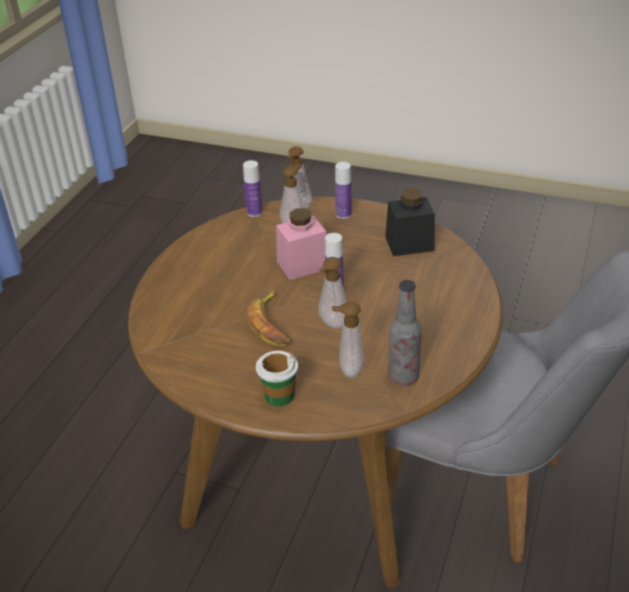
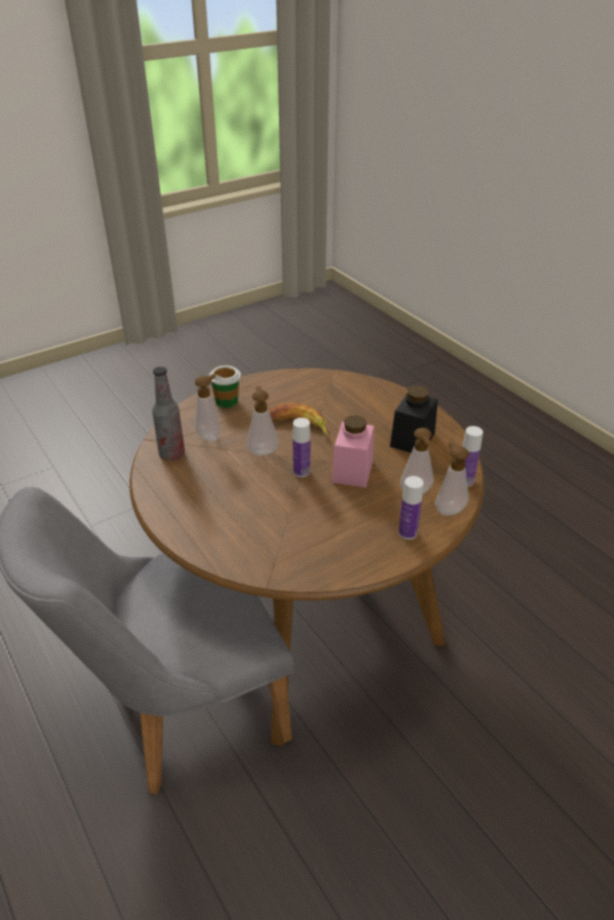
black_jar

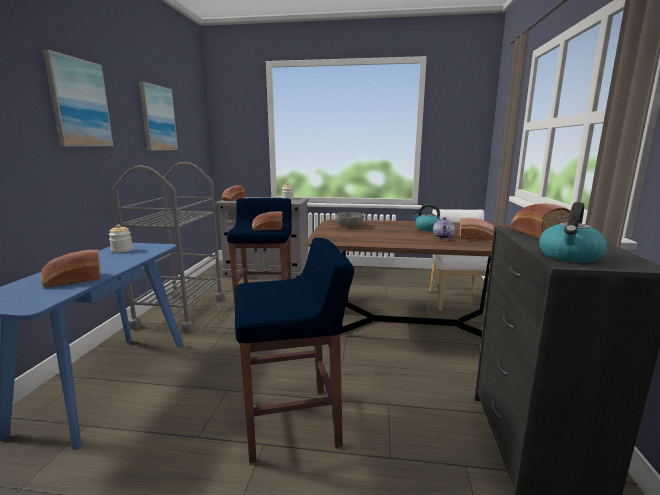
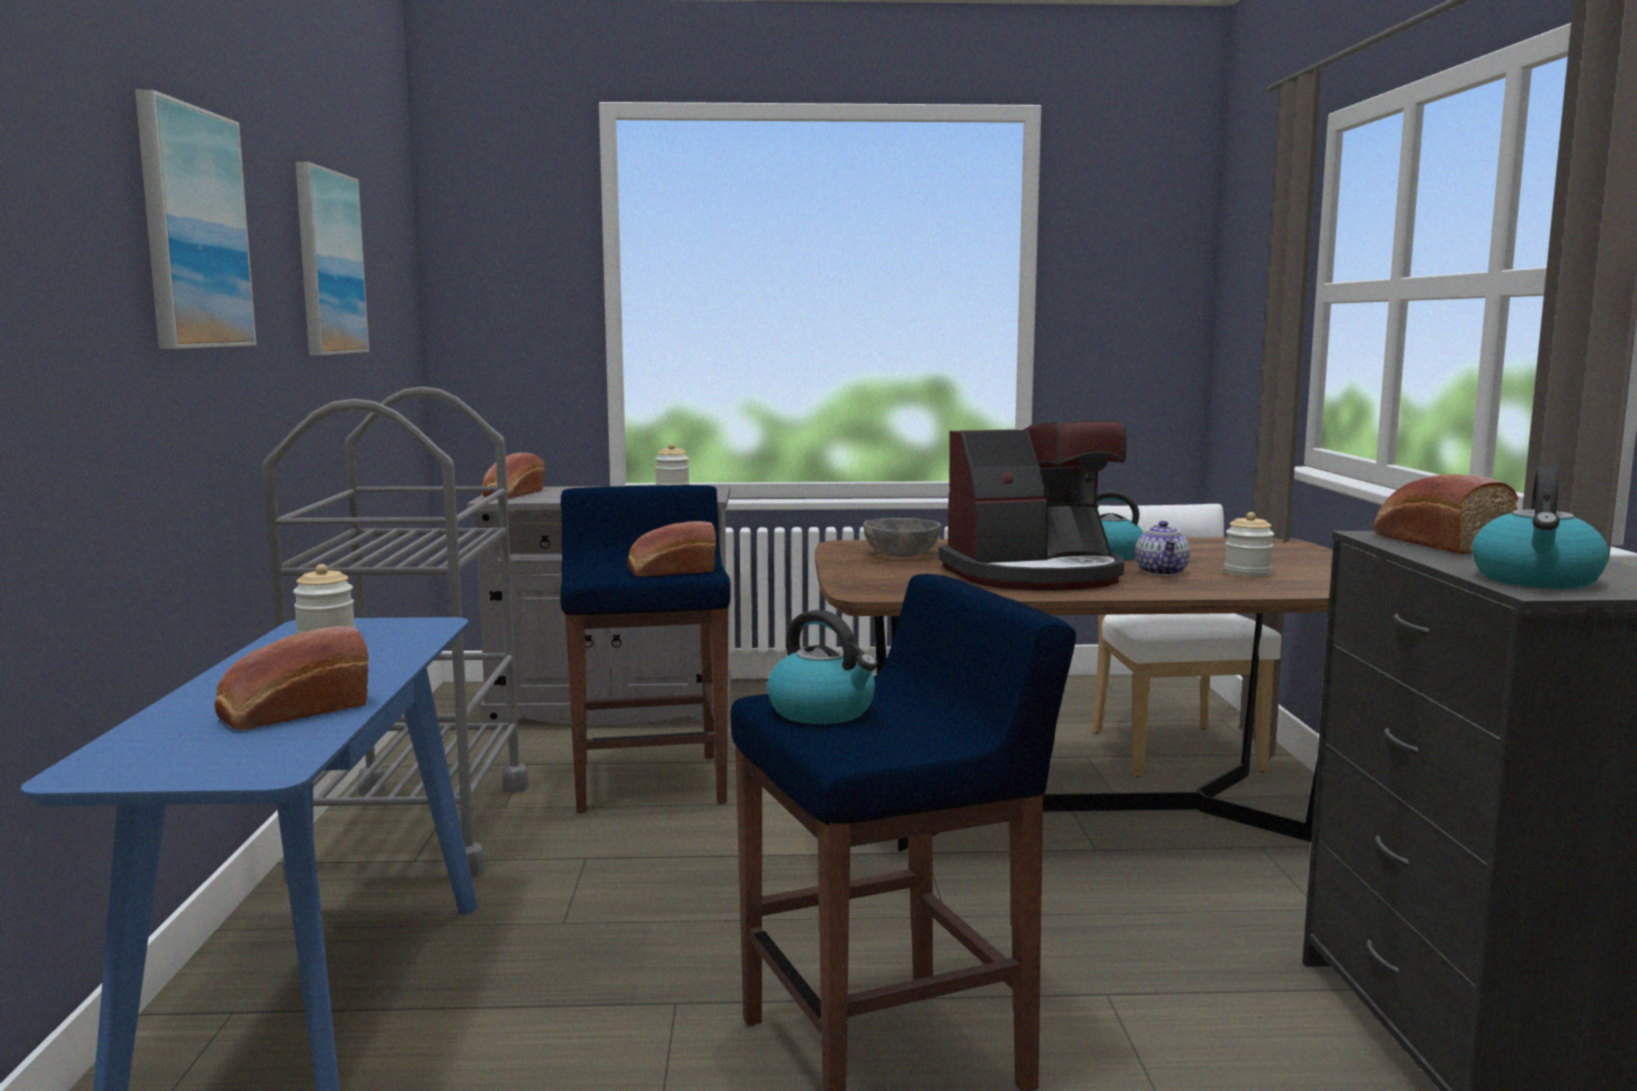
jar (no. 3 from left); coffee_machine; kettle (no. 1 from left)

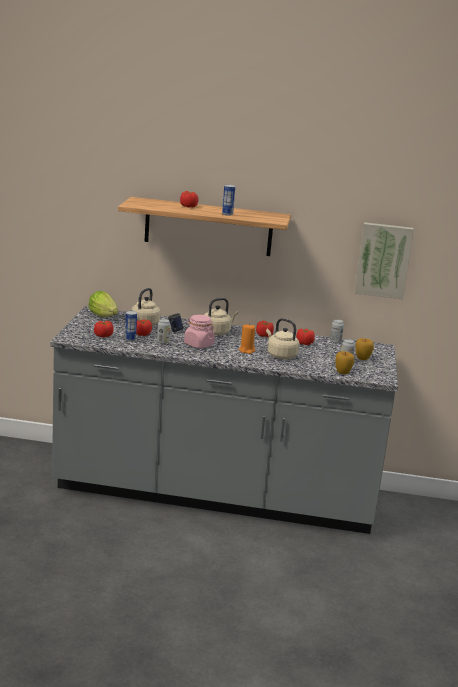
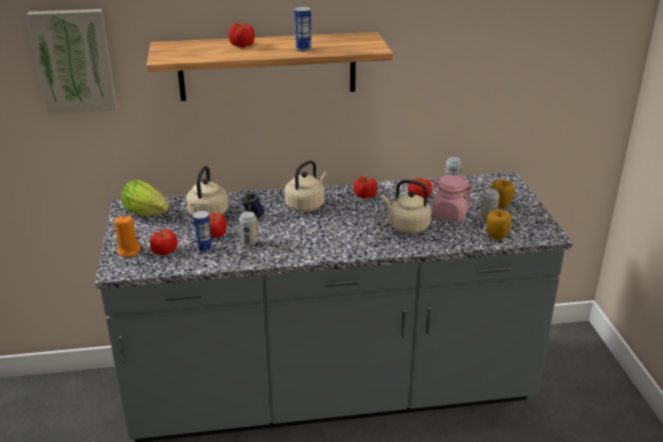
picture; pink_jar; orange_candle

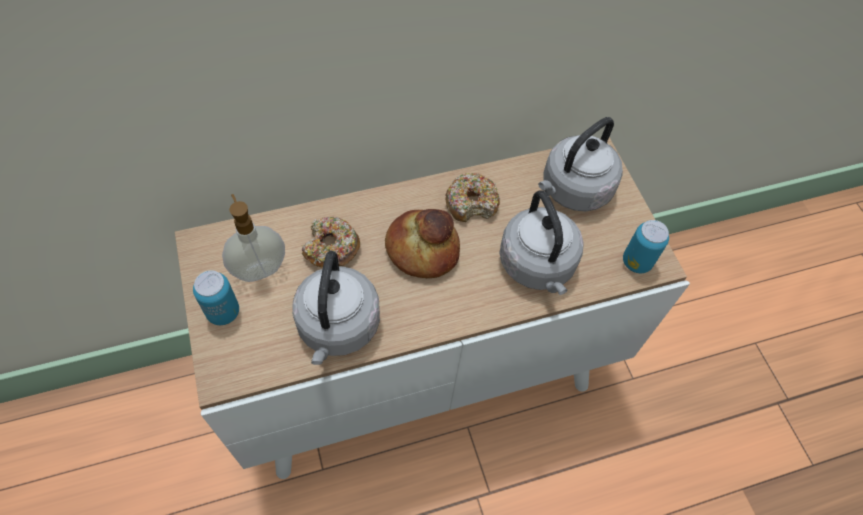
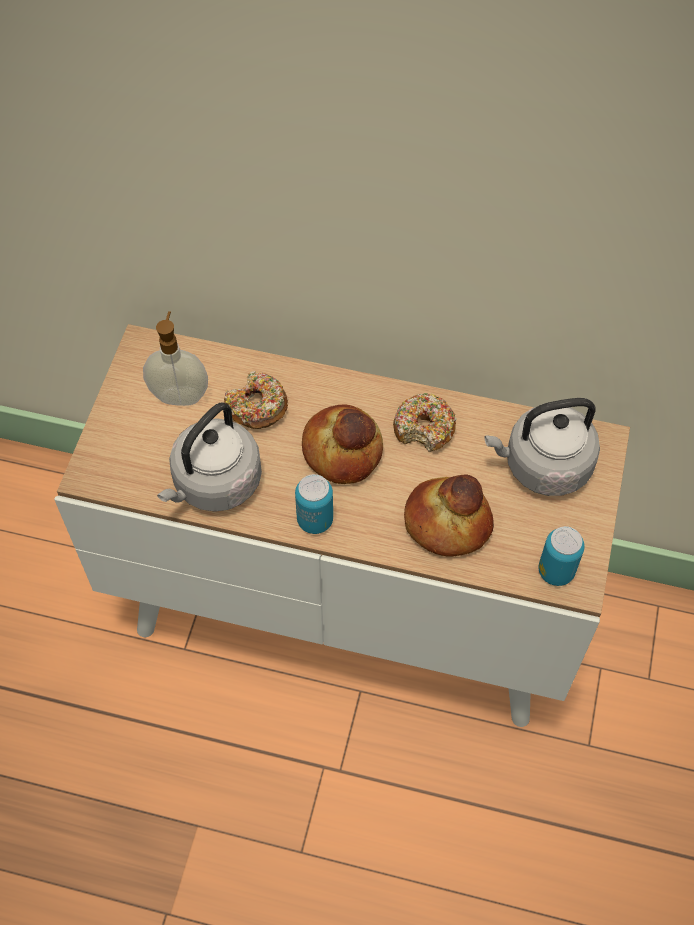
bread (no. 2 from left); can (no. 1 from left)

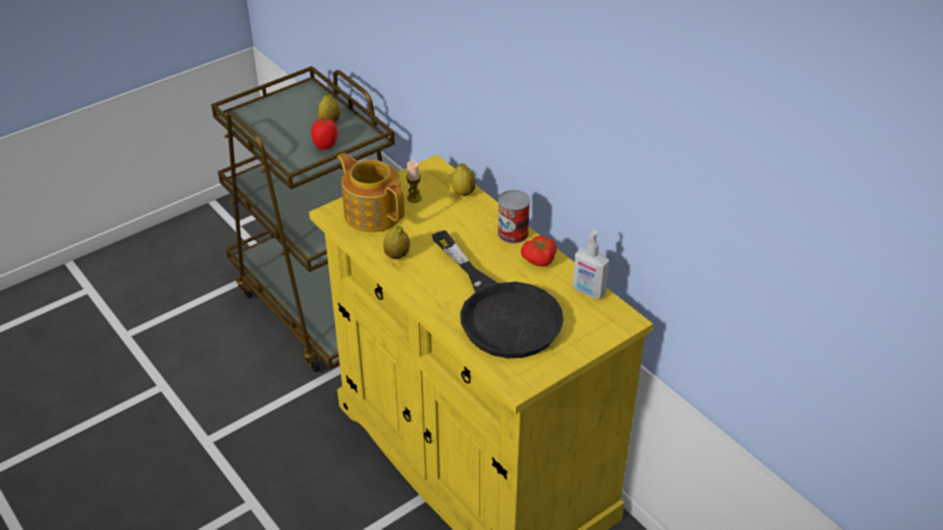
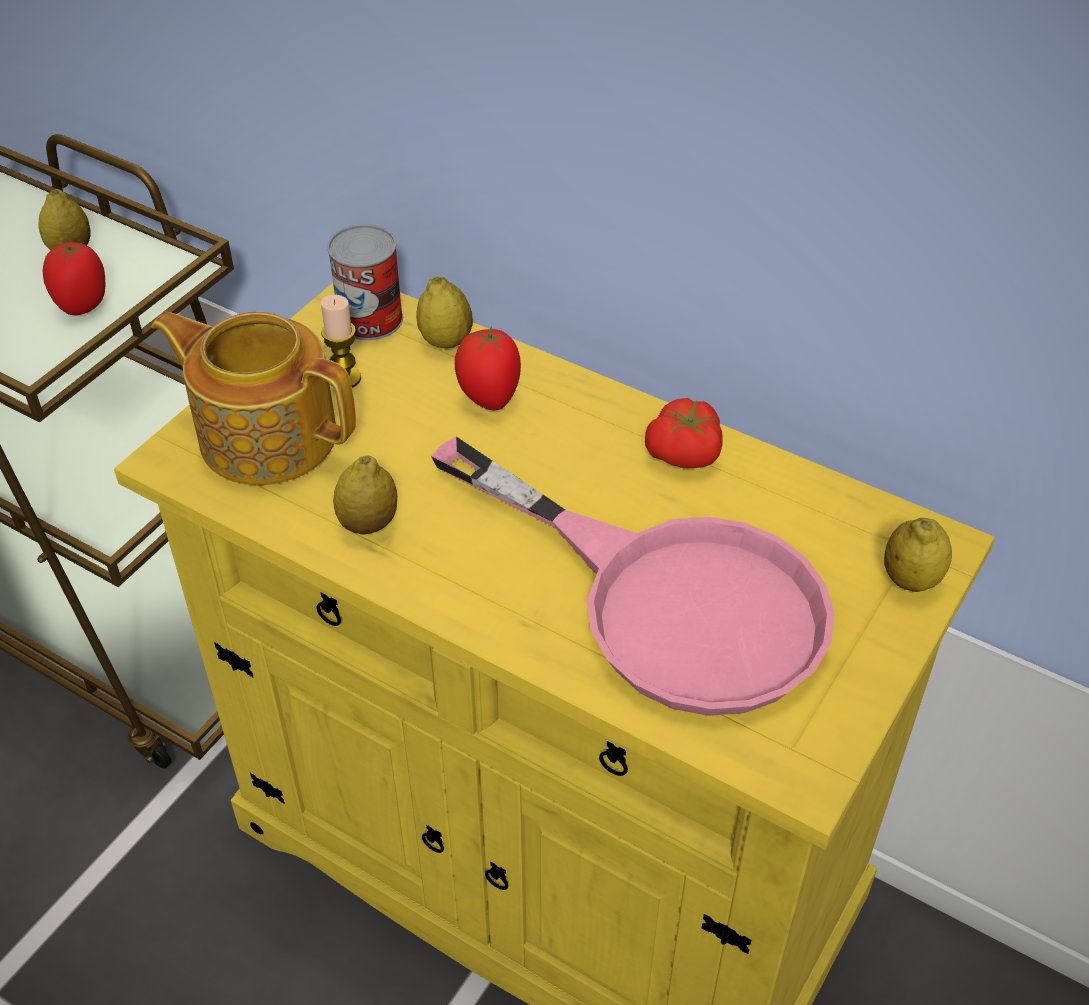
can; pink_frying_pan; soap_dispenser; tomato (no. 2 from left); lemon (no. 4 from left)

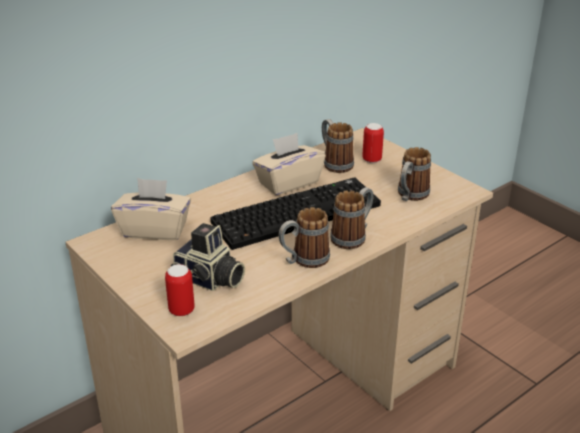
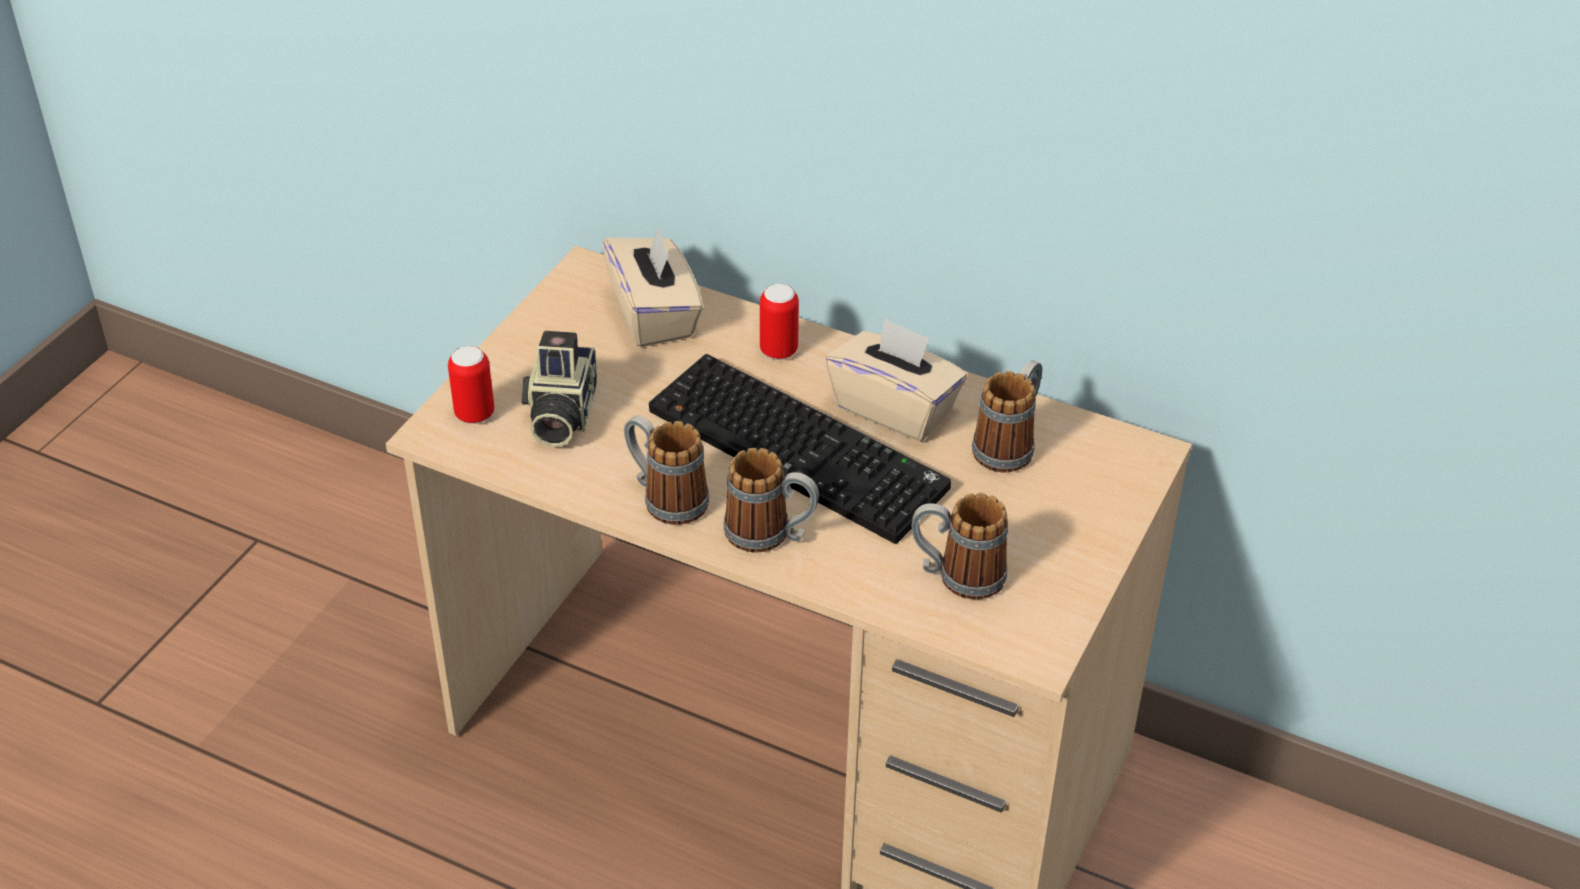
can (no. 2 from left)

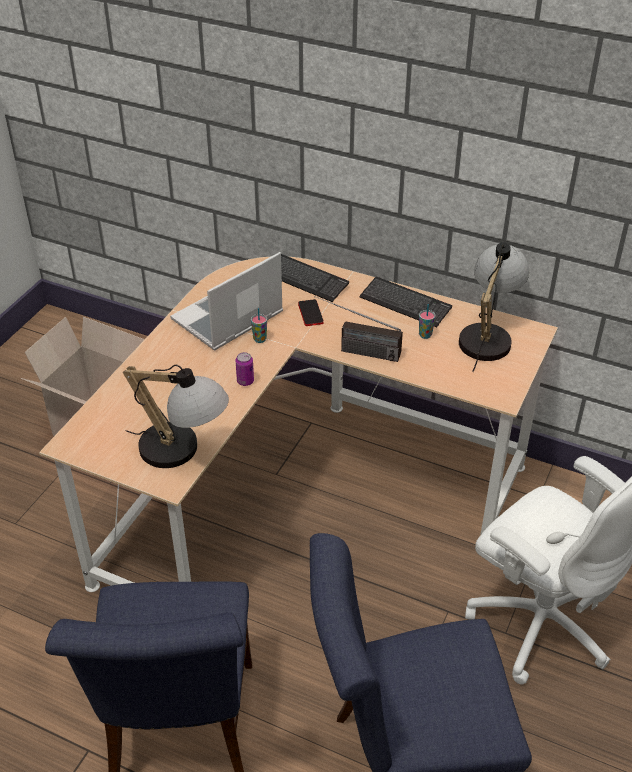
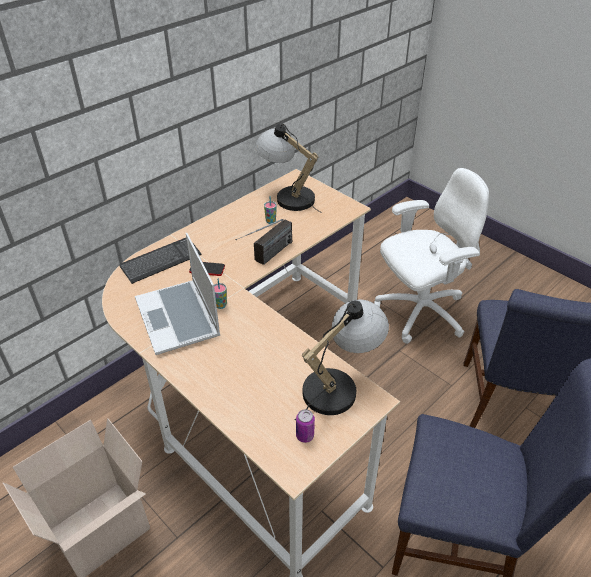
keyboard (no. 2 from left in the first image); can

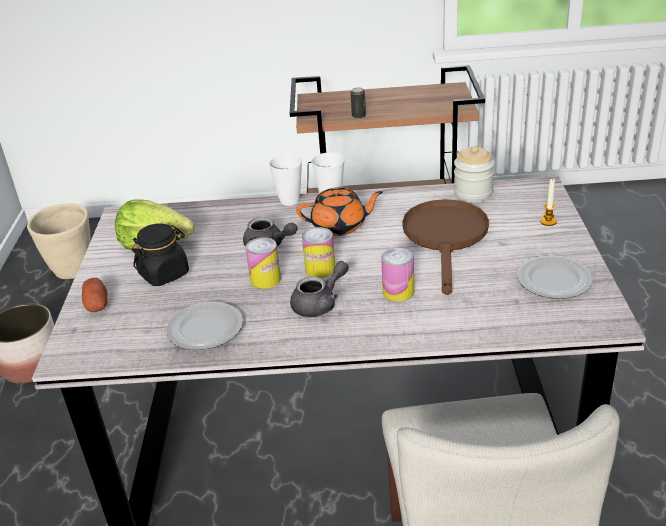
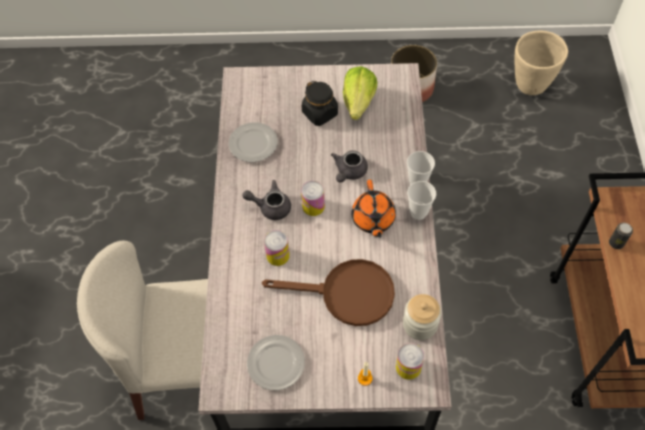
can (no. 3 from left); grey_teapot (no. 1 from left); potato

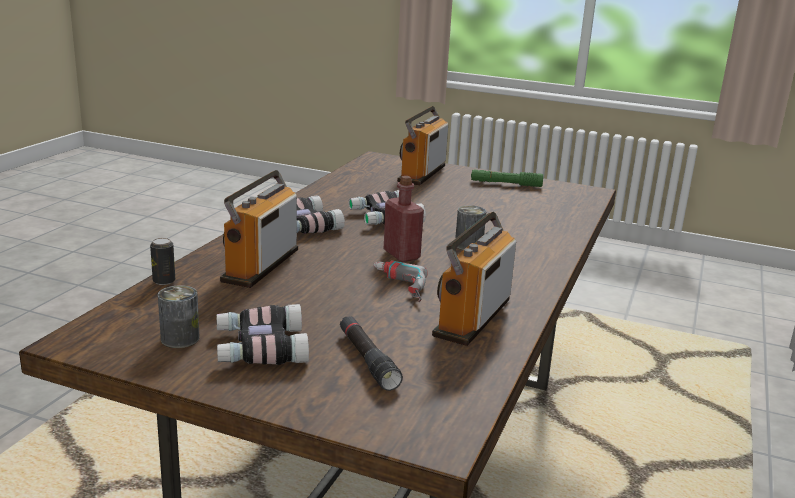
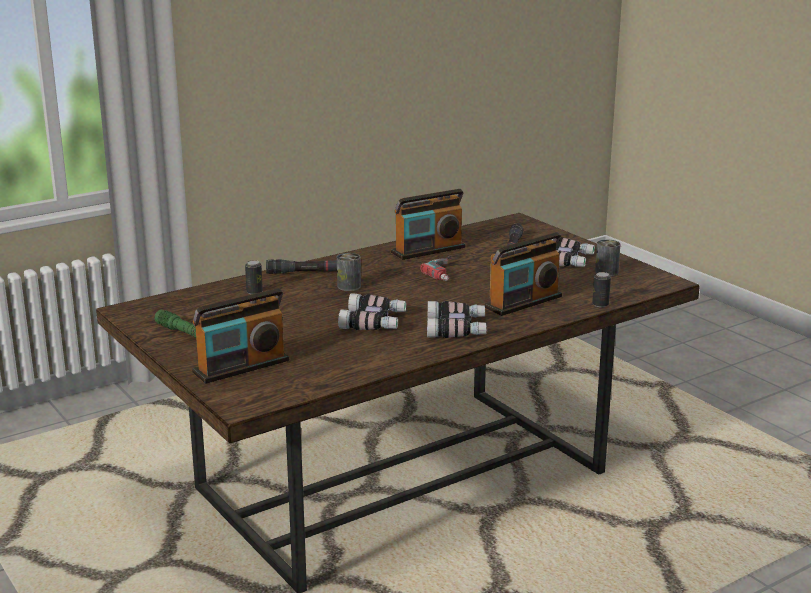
red_bottle; black_flashlight (no. 1 from left); can (no. 1 from left)

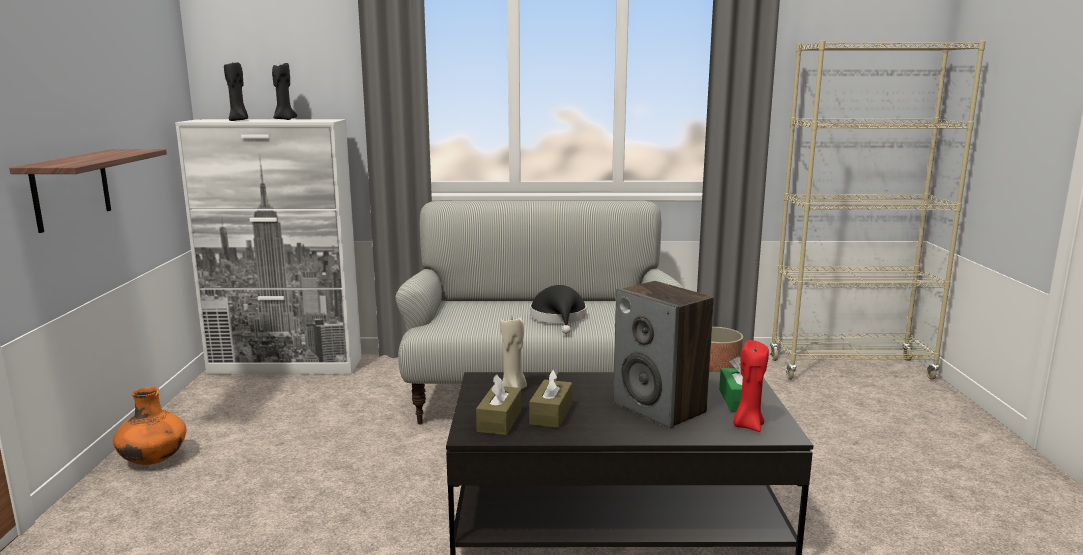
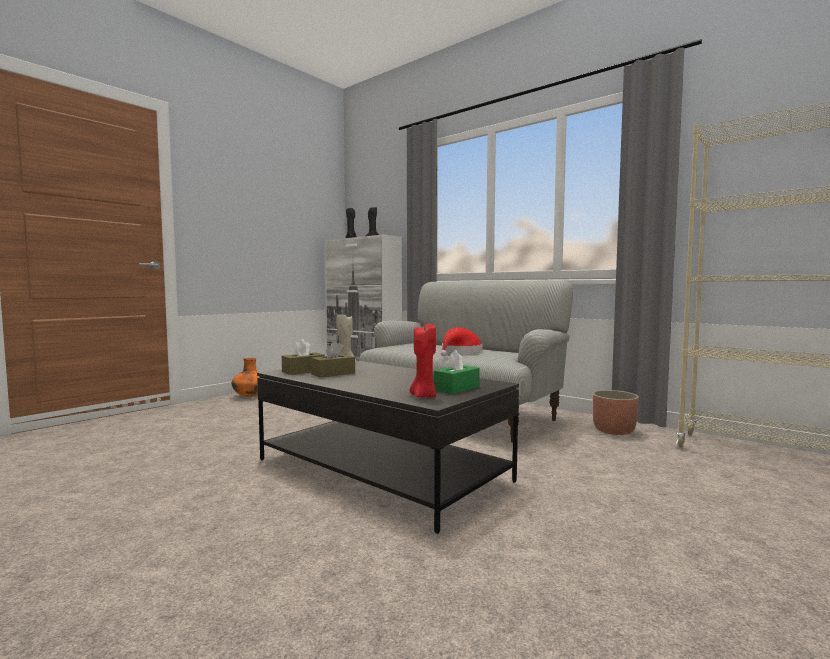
shelf; speaker; red_hat

